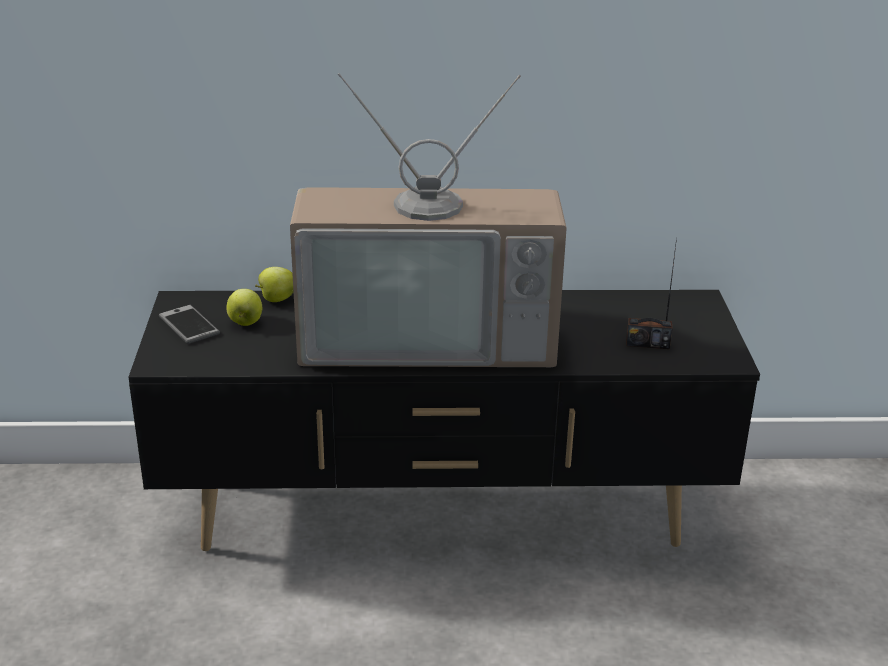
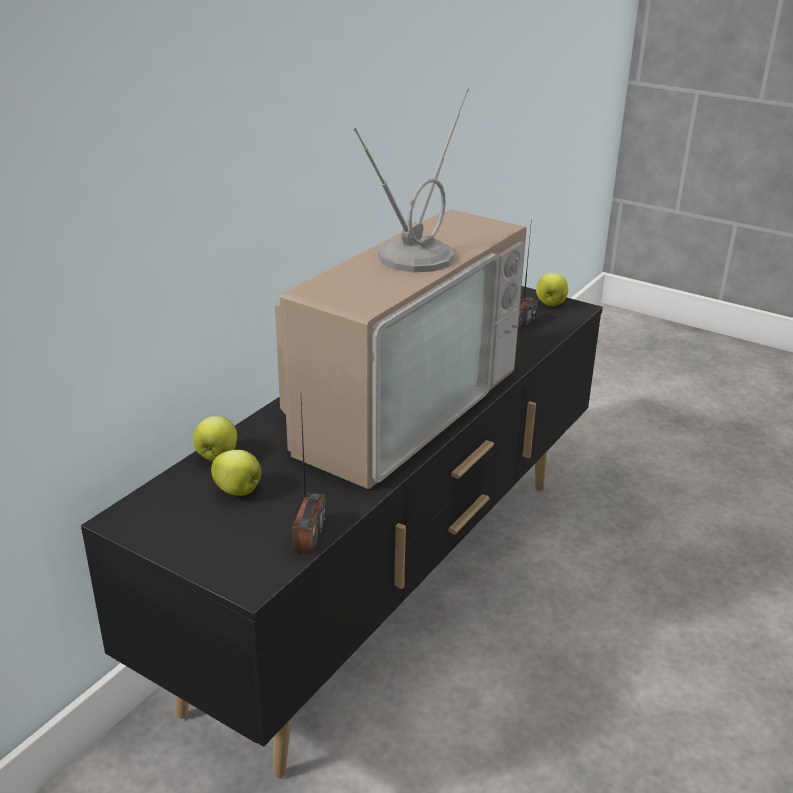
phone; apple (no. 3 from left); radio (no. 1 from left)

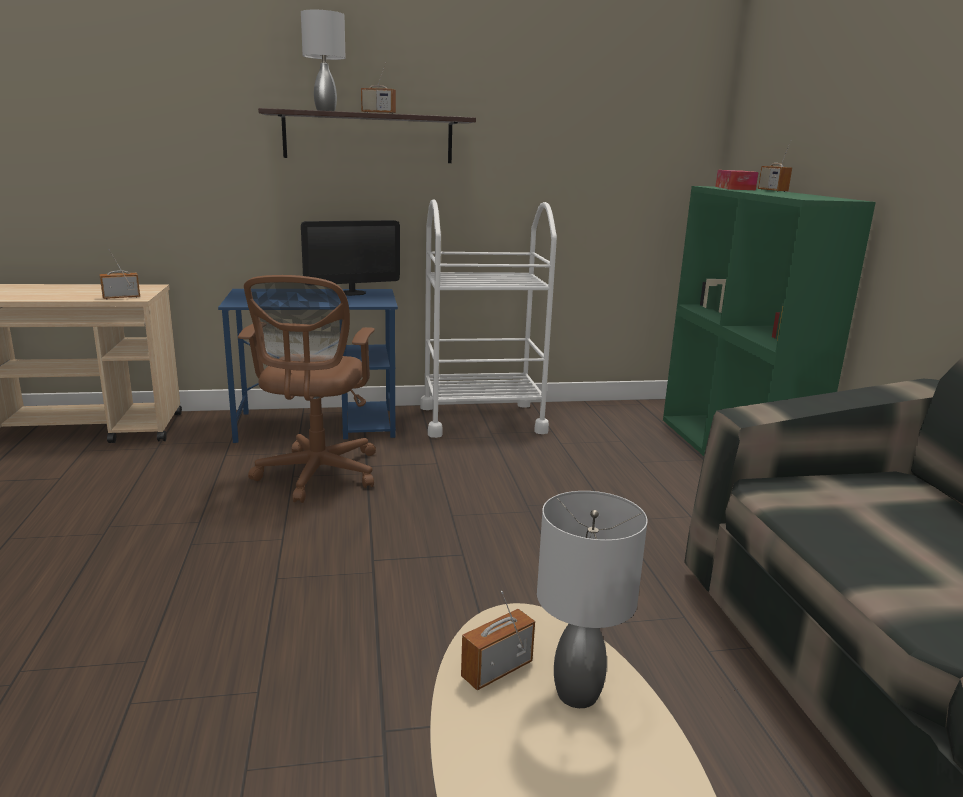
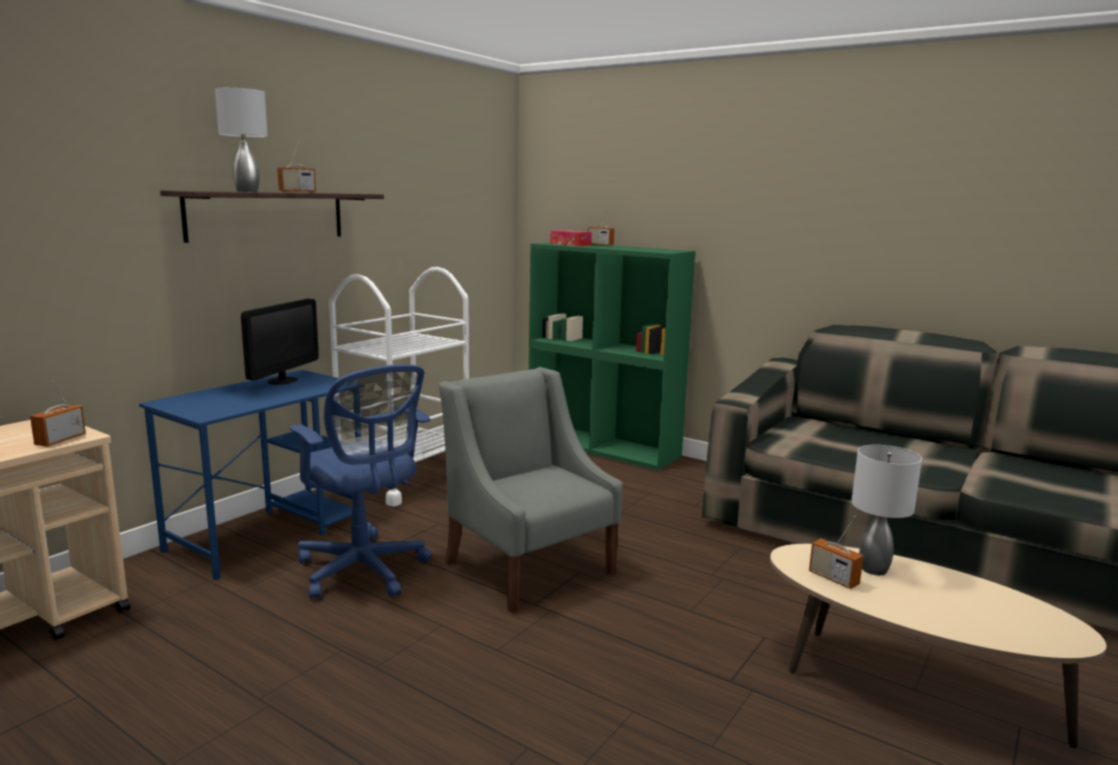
blue_office_chair; radio (no. 4 from left); grey_armchair

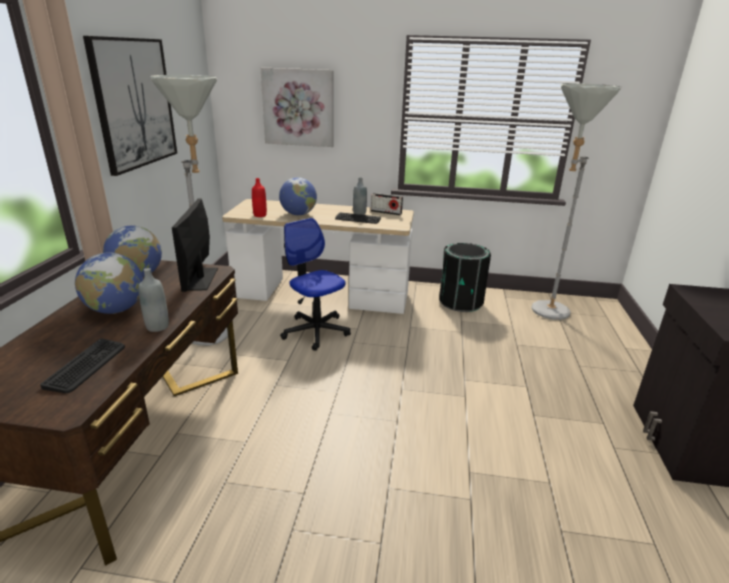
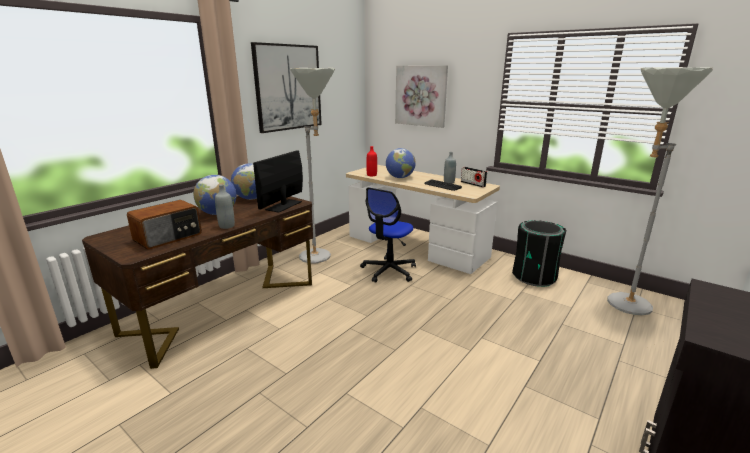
office_chair; radio (no. 1 from left)

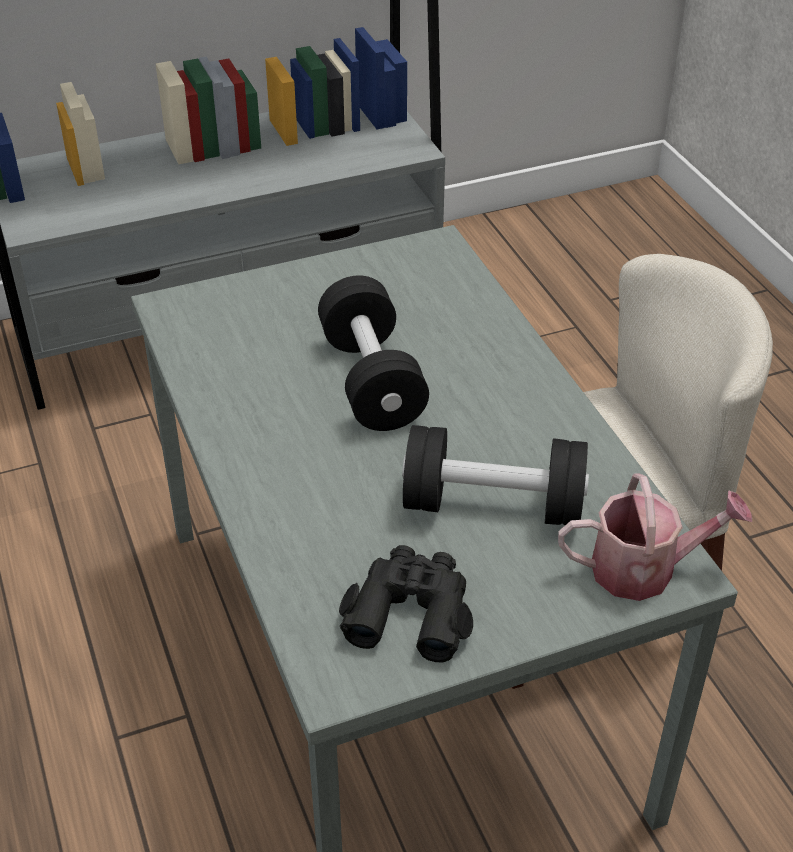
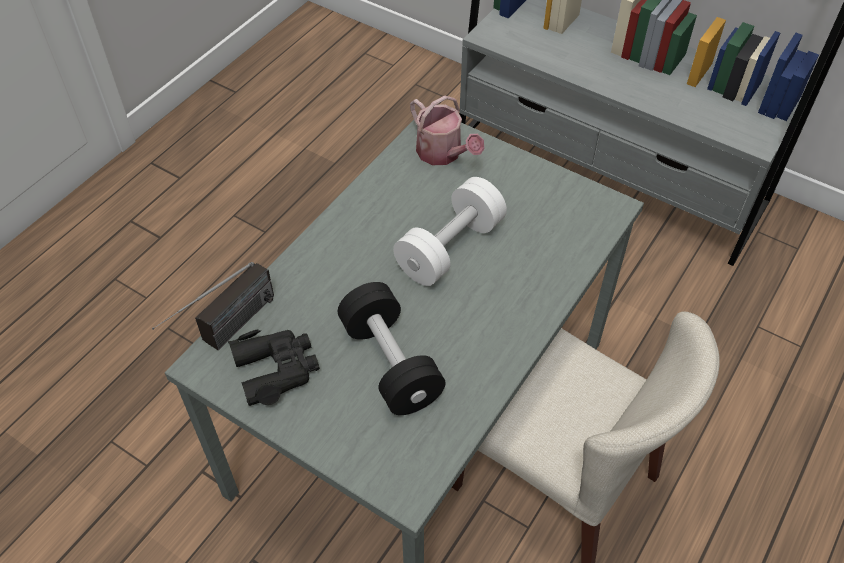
white_dumbbell; watering_can; radio

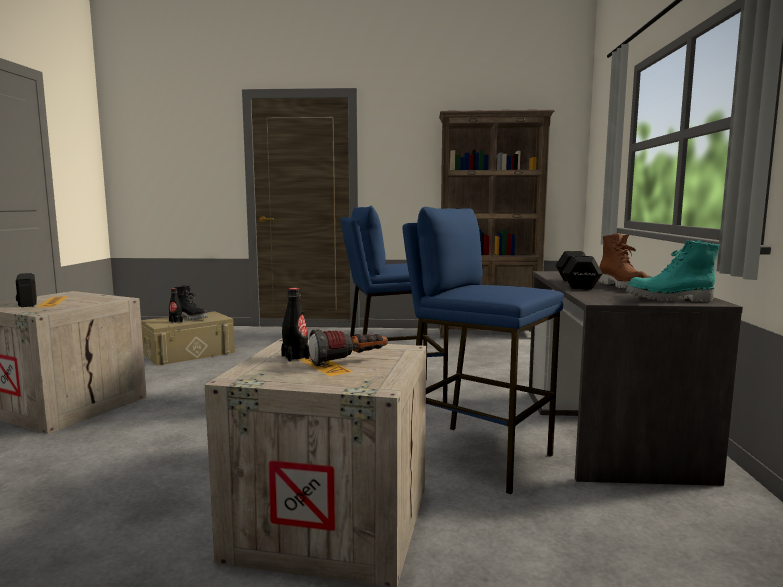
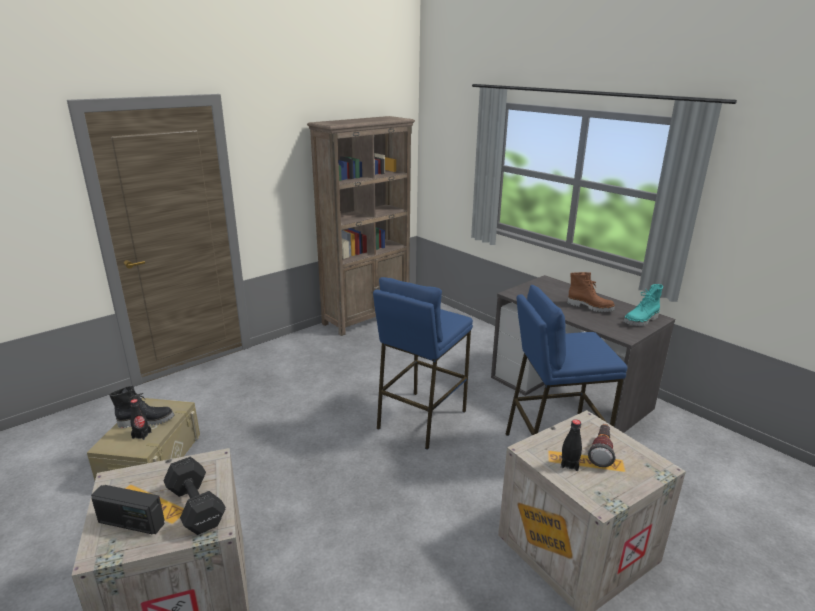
black_dumbbell

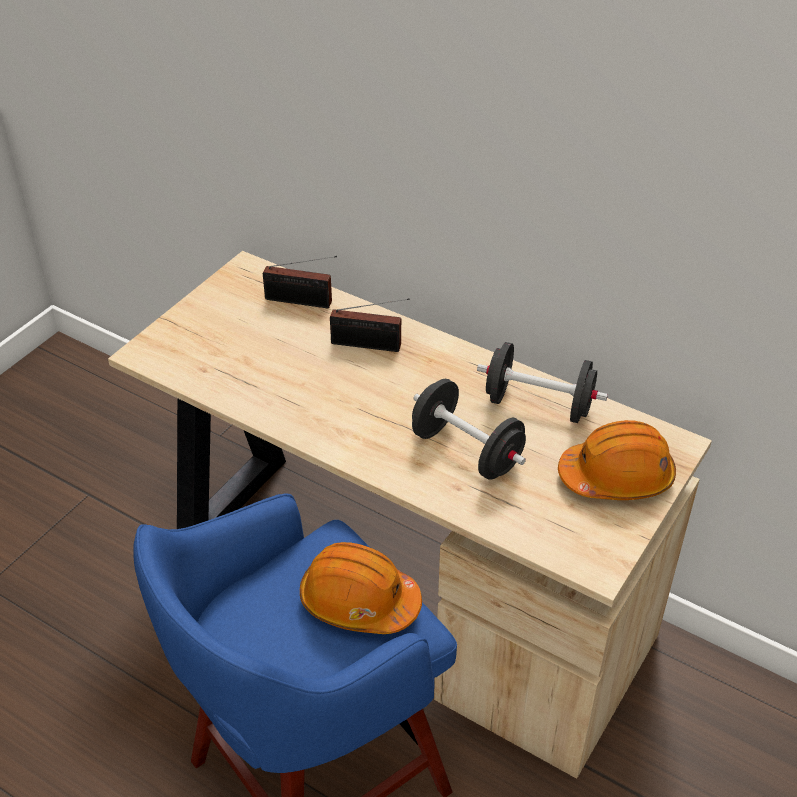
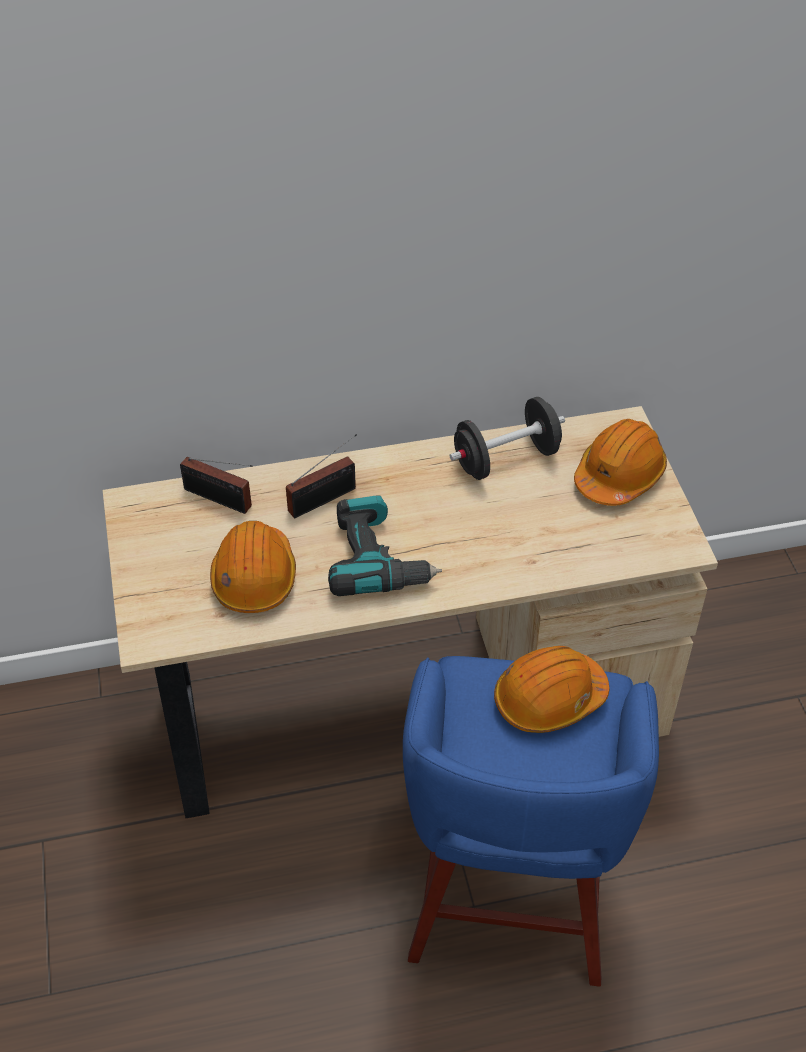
radio (no. 1 from left); black_dumbbell (no. 1 from left in the first image); power_drill; orange_hard_hat (no. 1 from left)

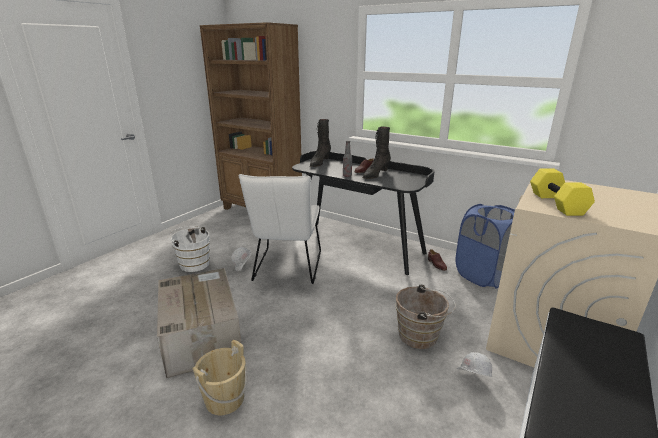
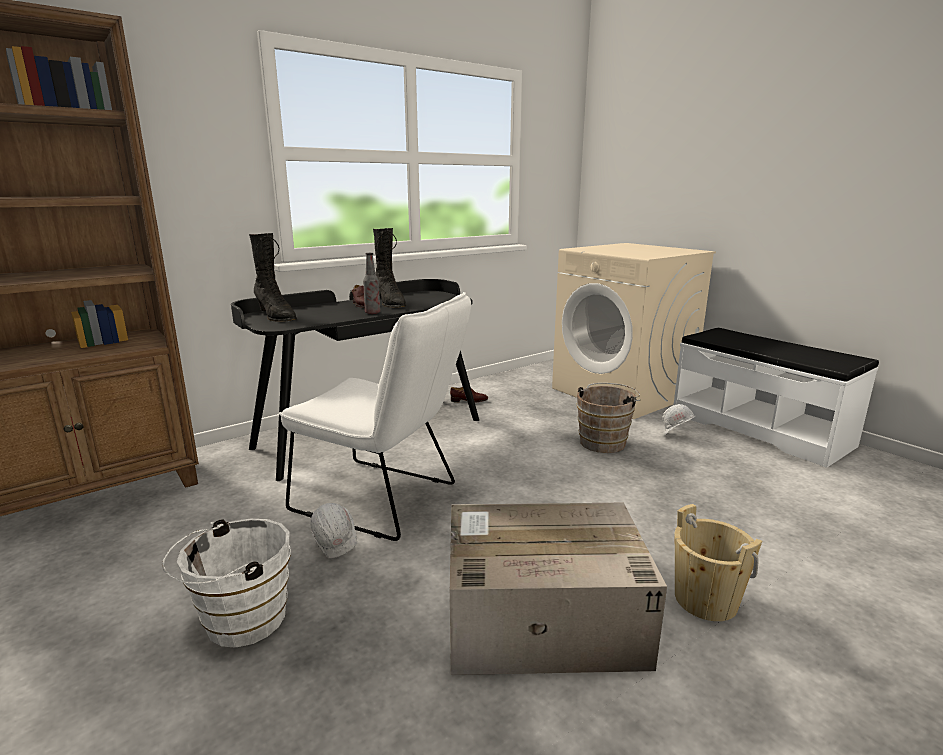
yellow_dumbbell; blue_laundry_basket

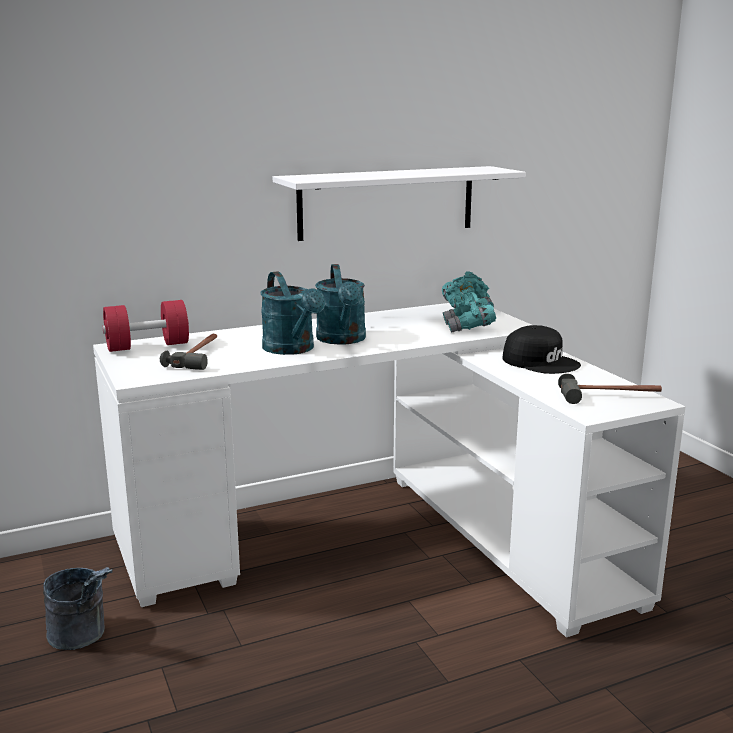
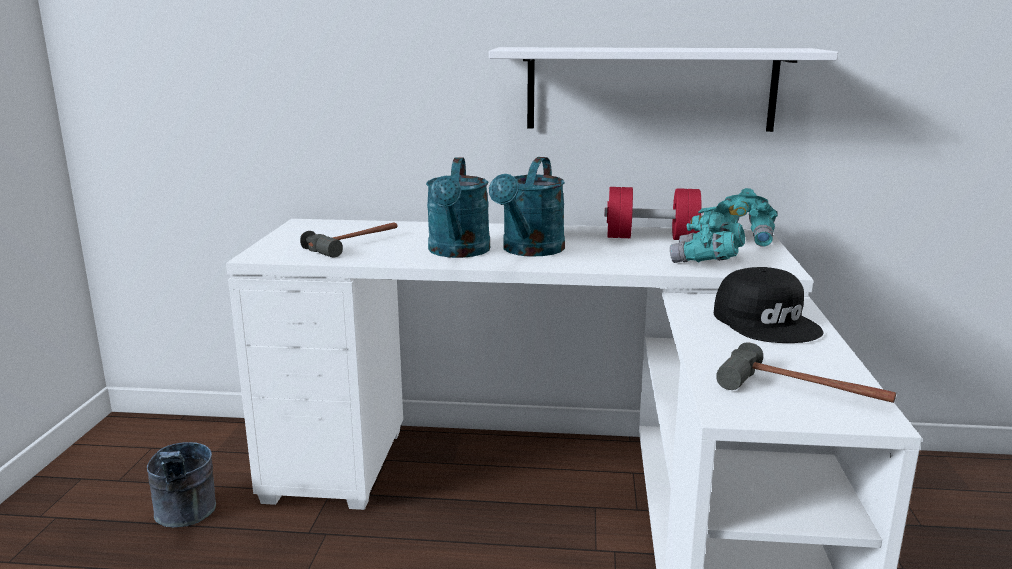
red_dumbbell

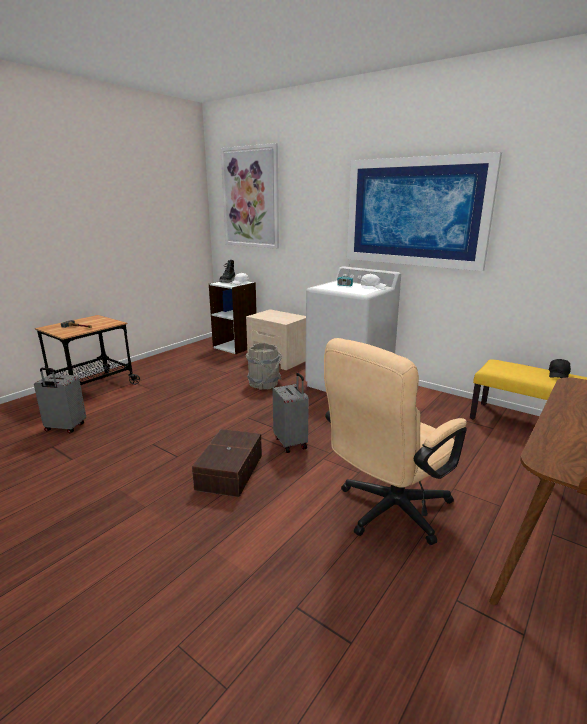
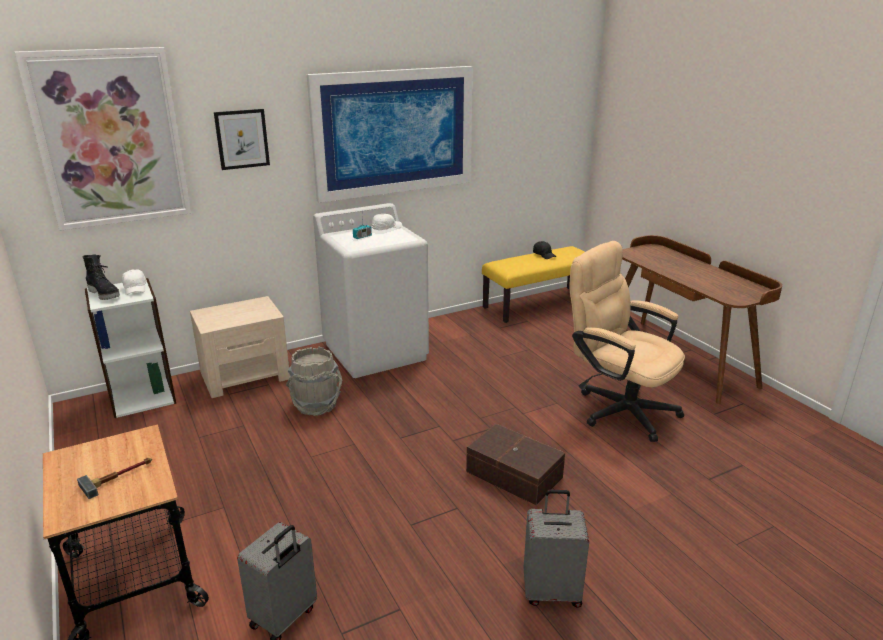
beige_office_chair; grey_suitcase (no. 2 from left); picture (no. 2 from left)

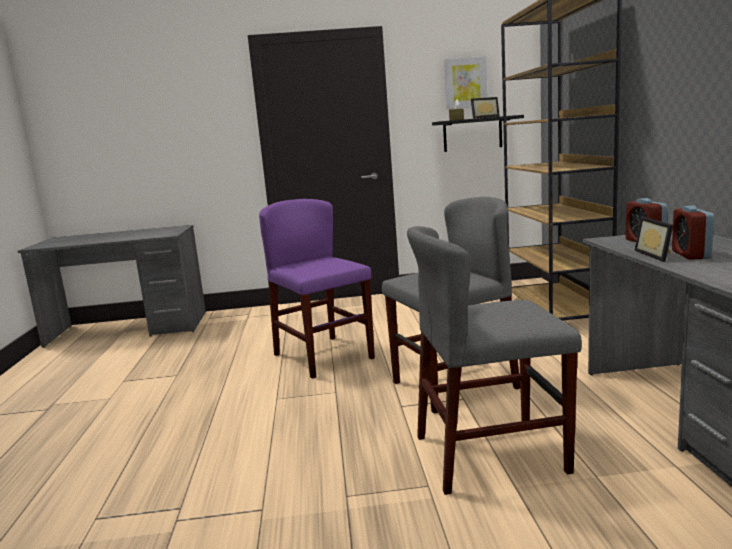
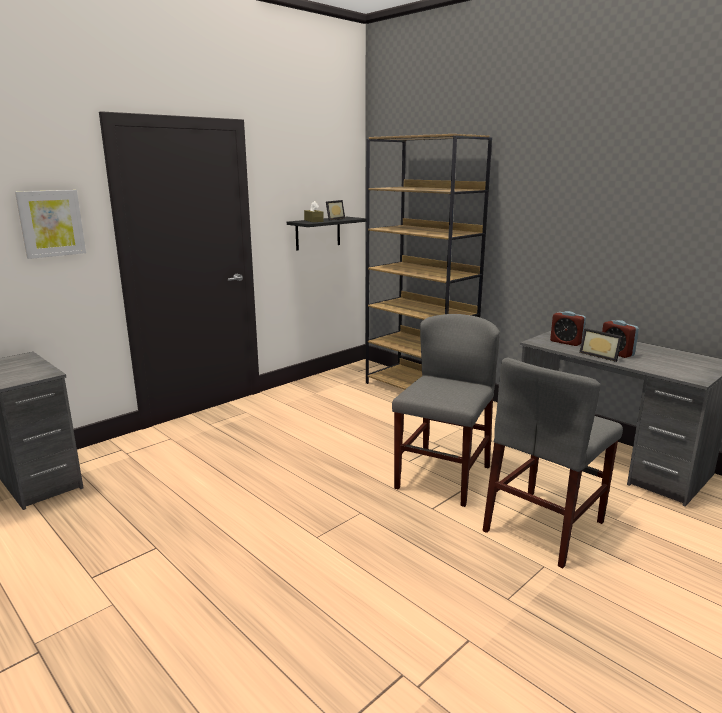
picture; purple_chair

